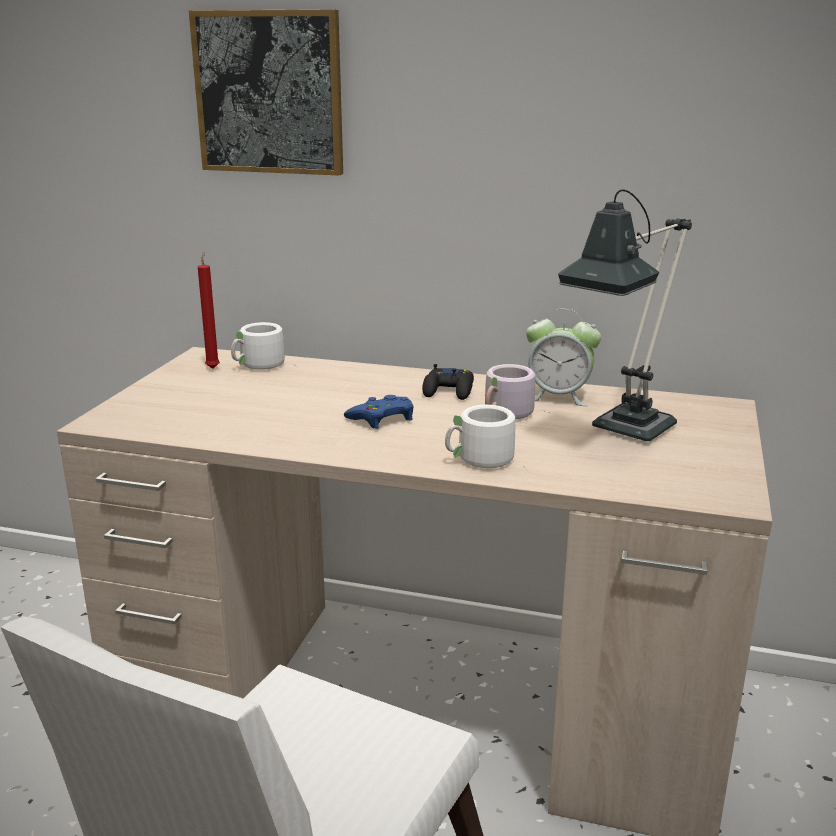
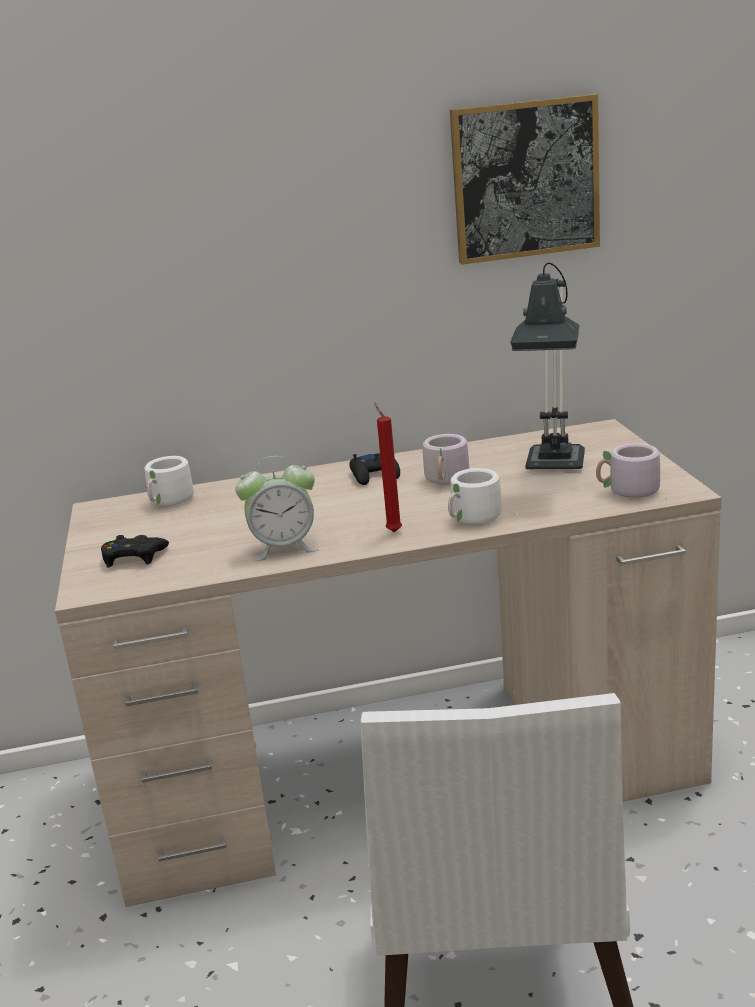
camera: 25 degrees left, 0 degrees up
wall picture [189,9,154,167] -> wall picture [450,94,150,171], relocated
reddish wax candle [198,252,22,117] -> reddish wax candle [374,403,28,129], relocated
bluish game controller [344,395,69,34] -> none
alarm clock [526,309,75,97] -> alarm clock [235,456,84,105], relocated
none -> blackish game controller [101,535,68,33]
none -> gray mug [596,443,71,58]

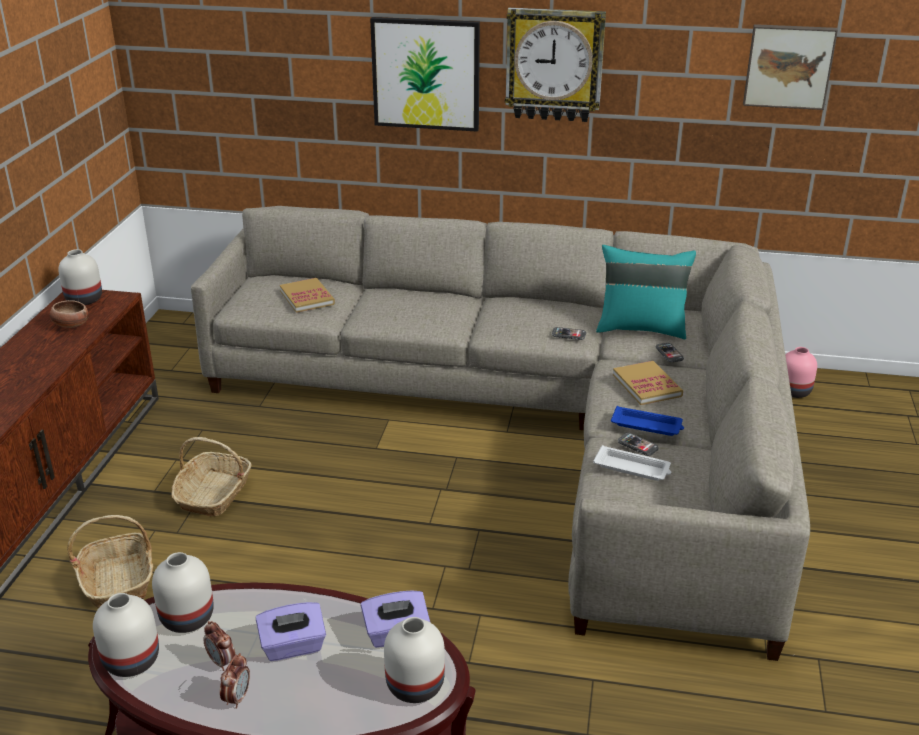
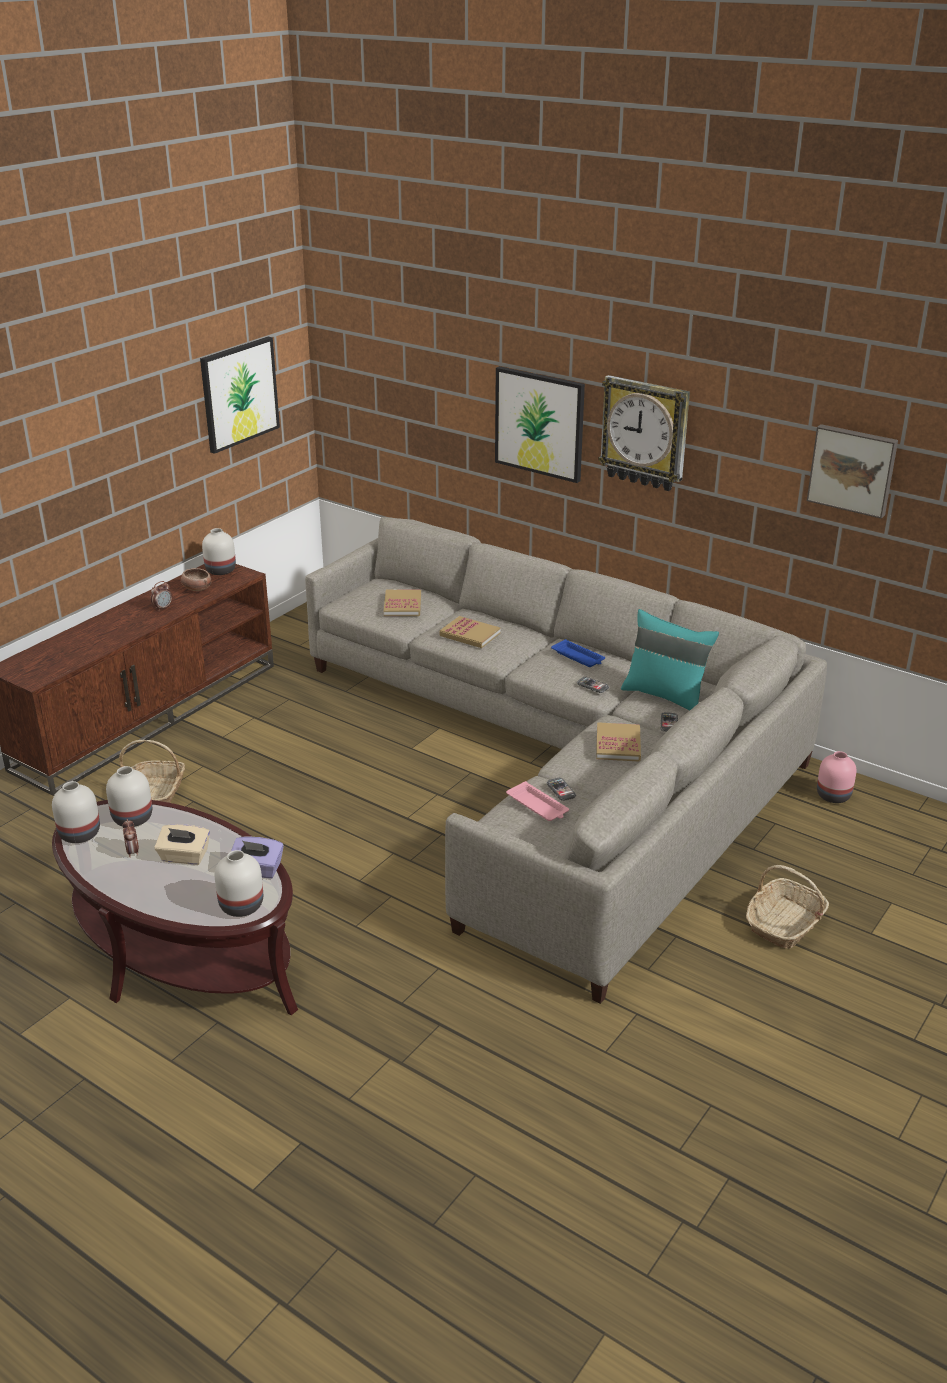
camera: 25 degrees right, 0 degrees up
household basket [171,437,81,79] -> household basket [746,865,83,84], relocated
alarm clock [220,653,30,56] -> alarm clock [150,581,22,29], relocated
purple-coloured box of tissues [256,602,70,59] -> beige-coloured box of tissues [154,824,56,41]
white serving tray [593,445,78,36] -> pink serving tray [506,781,63,40]
bluish serving tray [611,406,73,30] -> bluish serving tray [551,639,54,28], relocated
none -> wall picture [200,337,80,117]
none -> volume [439,616,62,32]

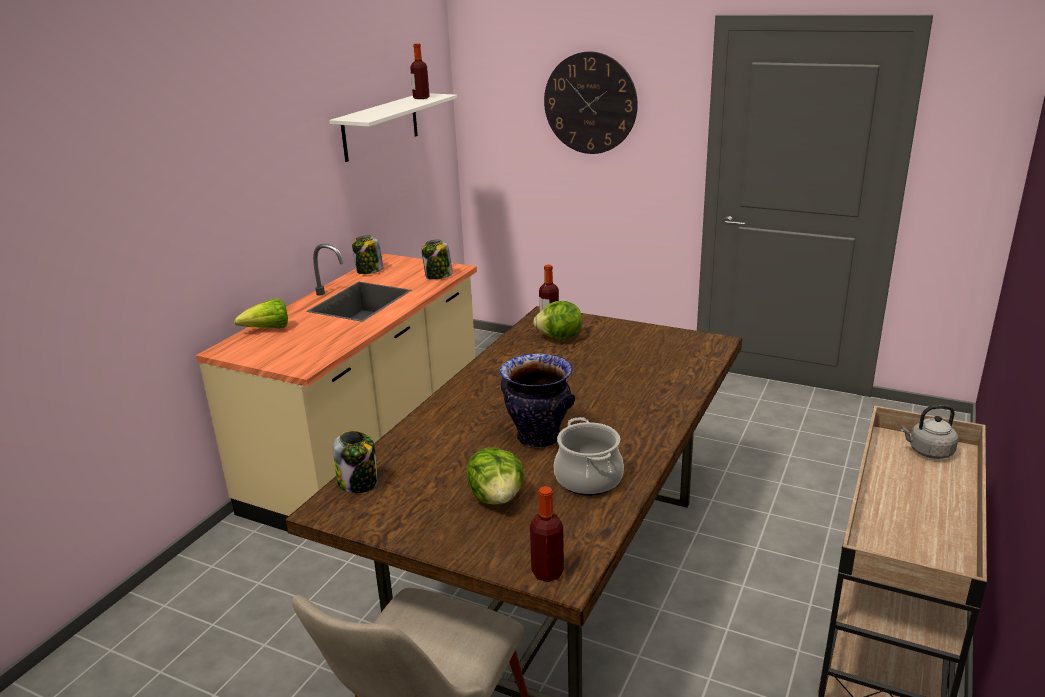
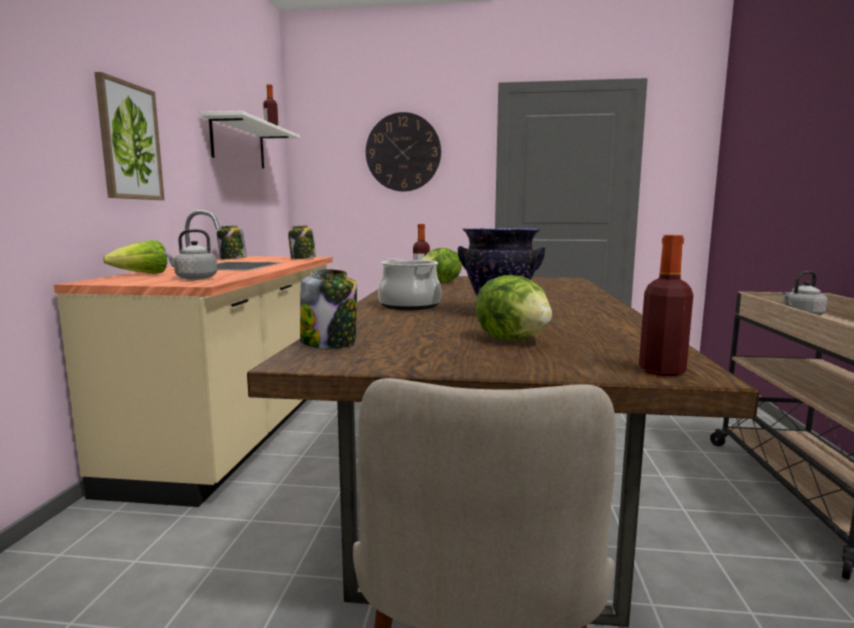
camera: 20 degrees left, 15 degrees down
stockpot [554,417,70,78] -> stockpot [378,258,64,52], relocated
none -> wall picture [94,72,71,128]
none -> gray water kettle [164,229,53,51]

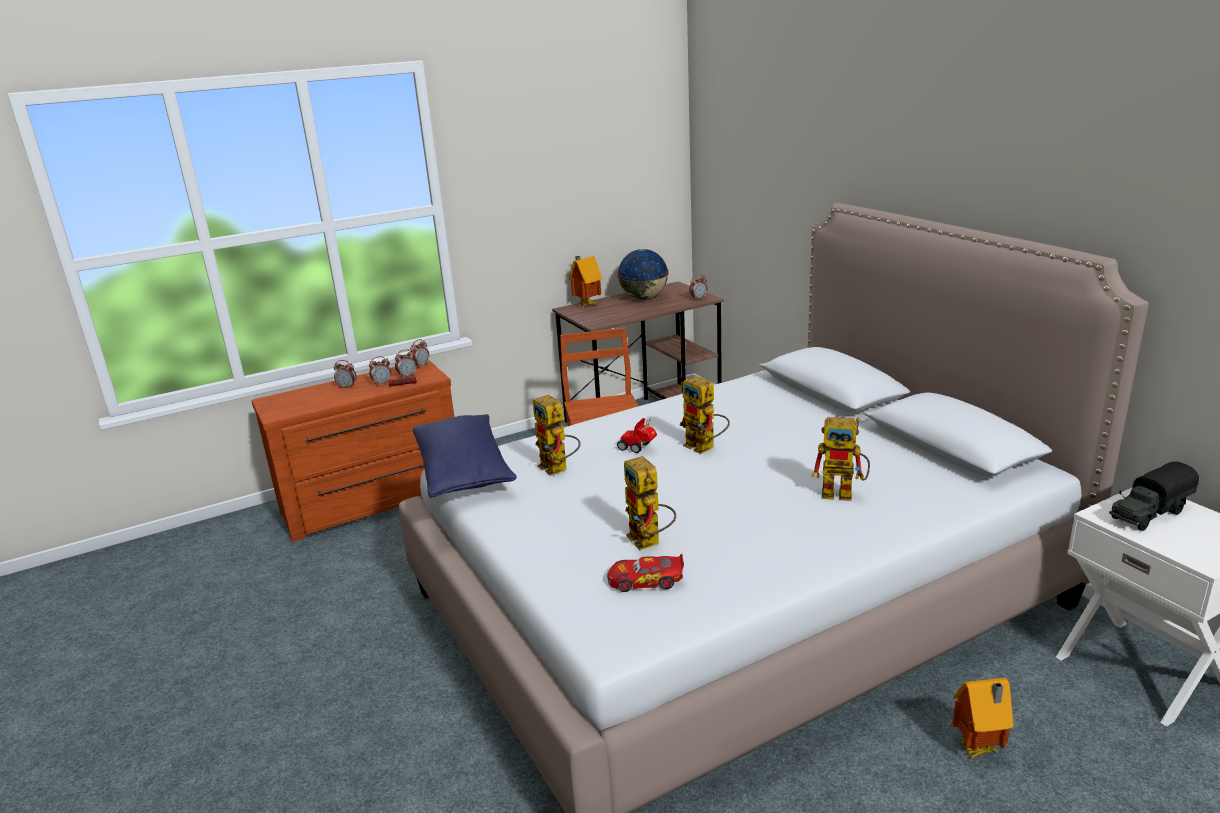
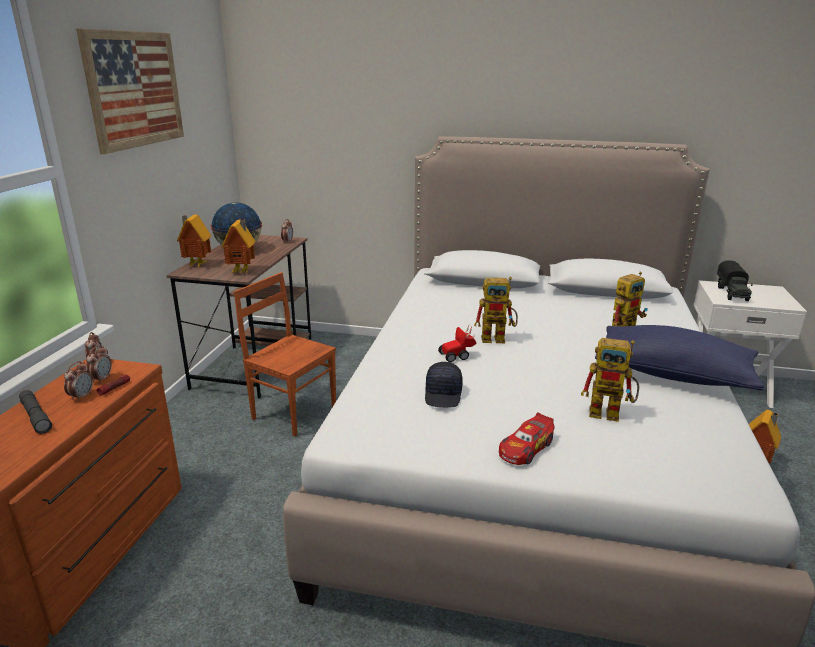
camera: 50 degrees left, 0 degrees up
alarm clock [334,360,23,28] -> gray flashlight [19,390,33,44]
bluish cushion [413,414,104,84] -> bluish cushion [595,325,169,66], relocated
model robot [533,395,47,81] -> blackish baseball cap [425,362,38,46]
model car [607,553,77,39] -> model car [499,412,56,53], relocated
none -> wall picture [76,29,108,125]
none -> model house [221,219,34,54]

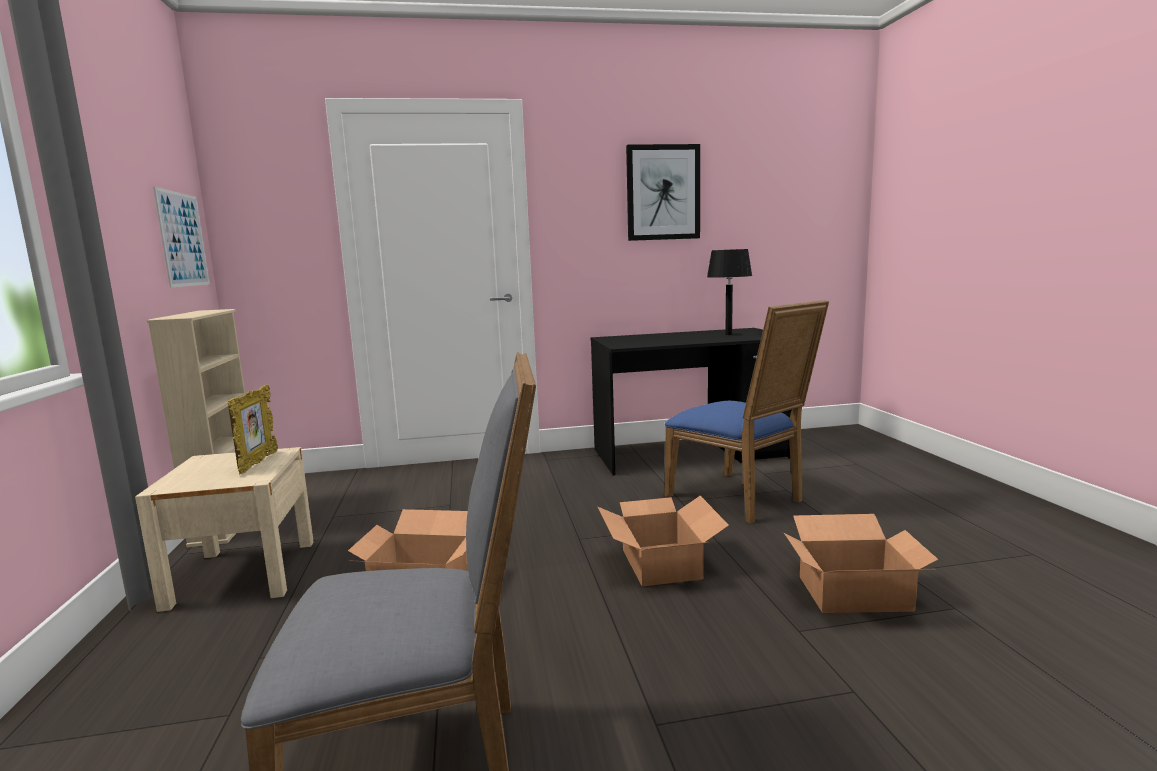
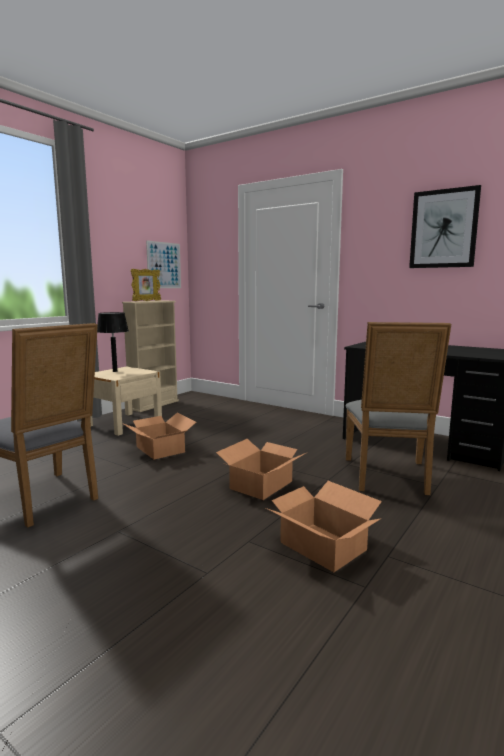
camera: 45 degrees right, 0 degrees up
standing frame [228,384,50,90] -> standing frame [131,269,30,32], relocated
bluish upright chair [664,300,165,224] -> gray upright chair [345,322,106,173]
blackish tabletop lamp [707,249,45,86] -> blackish tabletop lamp [97,312,32,60], relocated

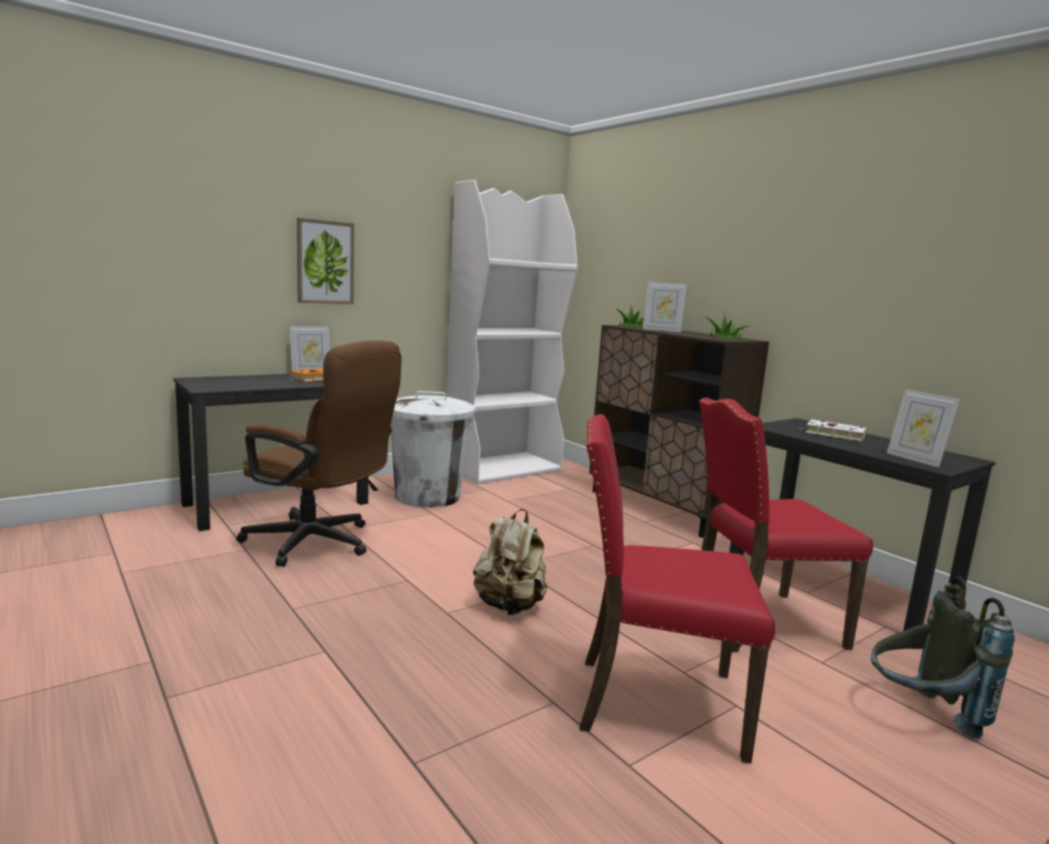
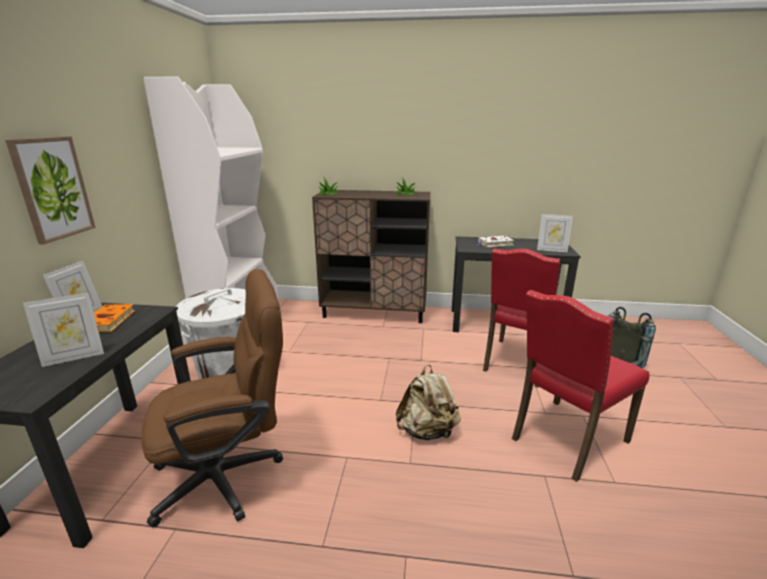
camera: 45 degrees left, 10 degrees up
standing frame [643,282,44,50] -> standing frame [23,293,81,74], relocated

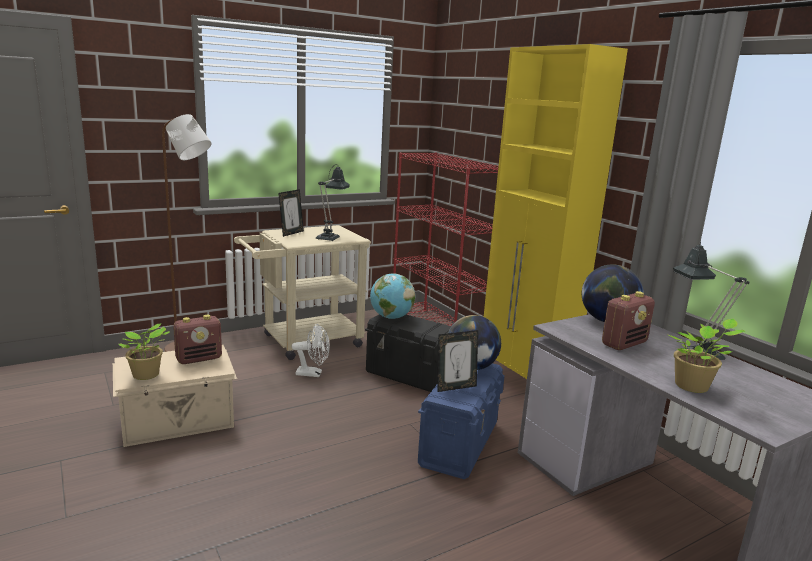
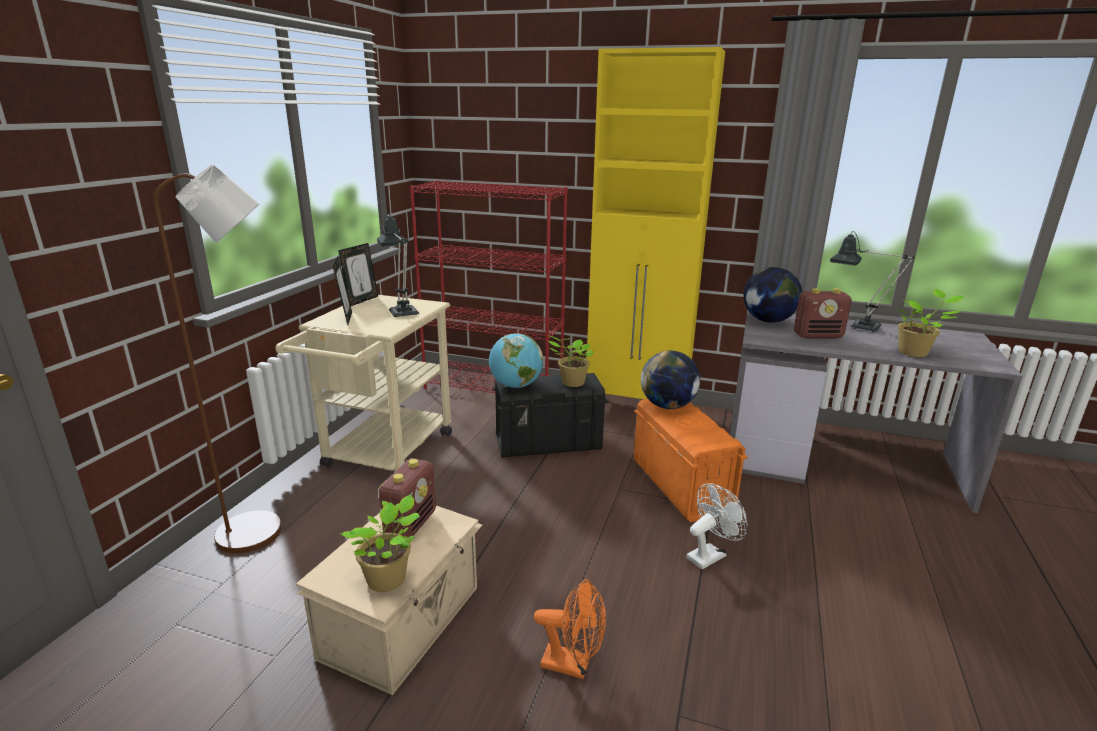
camera: 40 degrees left, 5 degrees up
white cooling fan [291,324,39,53] -> white cooling fan [686,483,62,86], relocated
bluish storage box [418,363,86,116] -> orange storage box [634,399,114,123]
standing frame [437,330,41,62] -> standing frame [338,243,40,63], relocated
radio receiver [602,291,53,59] -> radio receiver [794,288,58,51], 75 degrees clockwise
none -> orange cooling fan [534,579,72,100]
none -> houseplant [548,335,46,52]

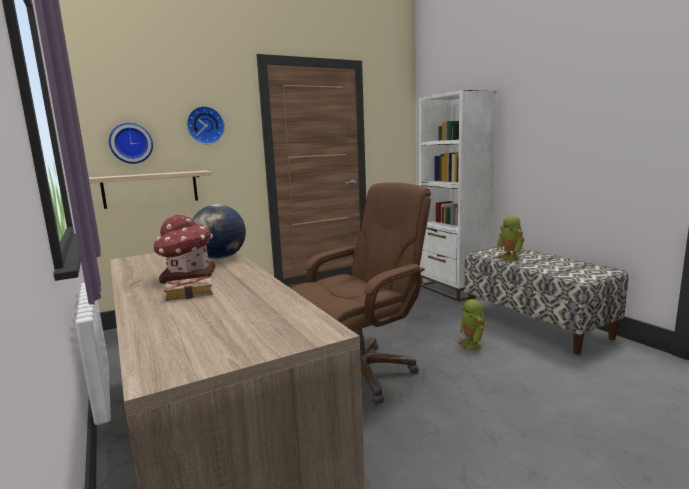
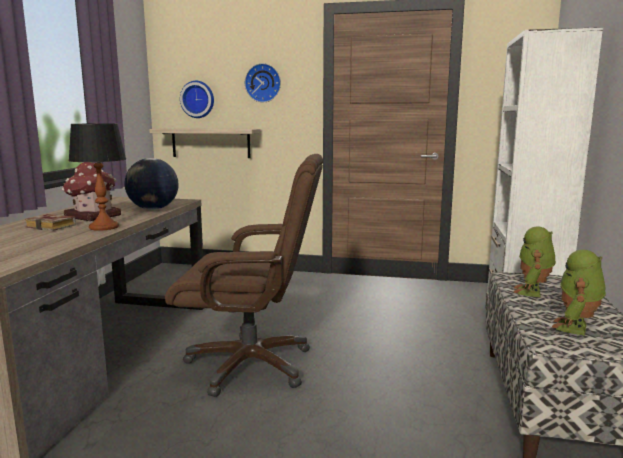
camera: 40 degrees right, 0 degrees up
model robot [458,299,28,50] -> model robot [552,249,54,87], relocated
none -> tabletop lamp [68,123,58,108]

